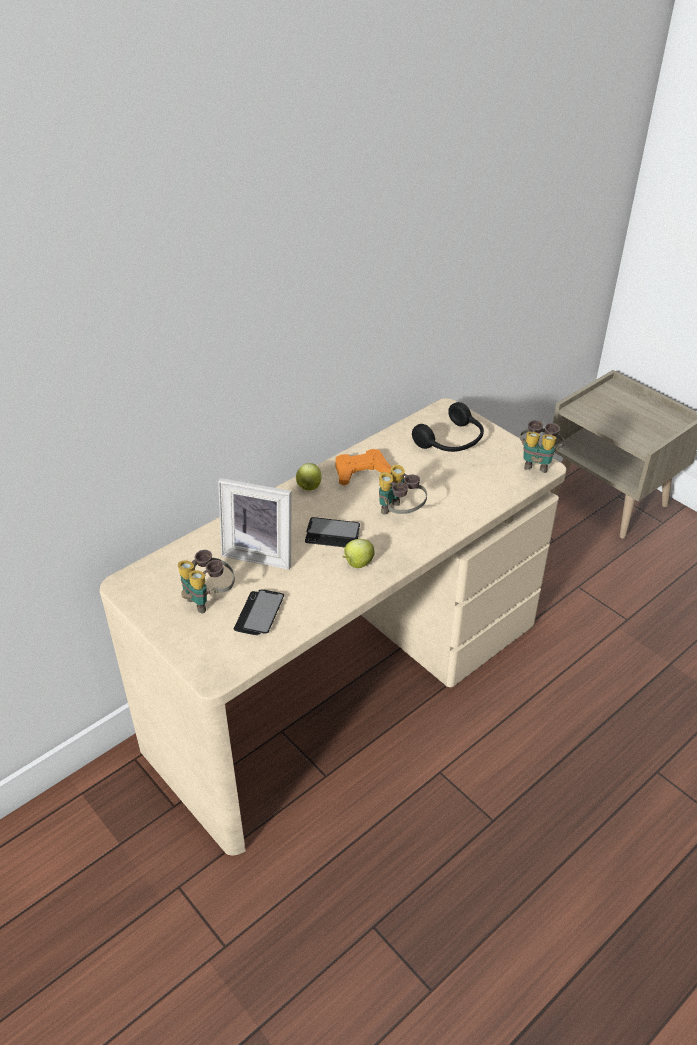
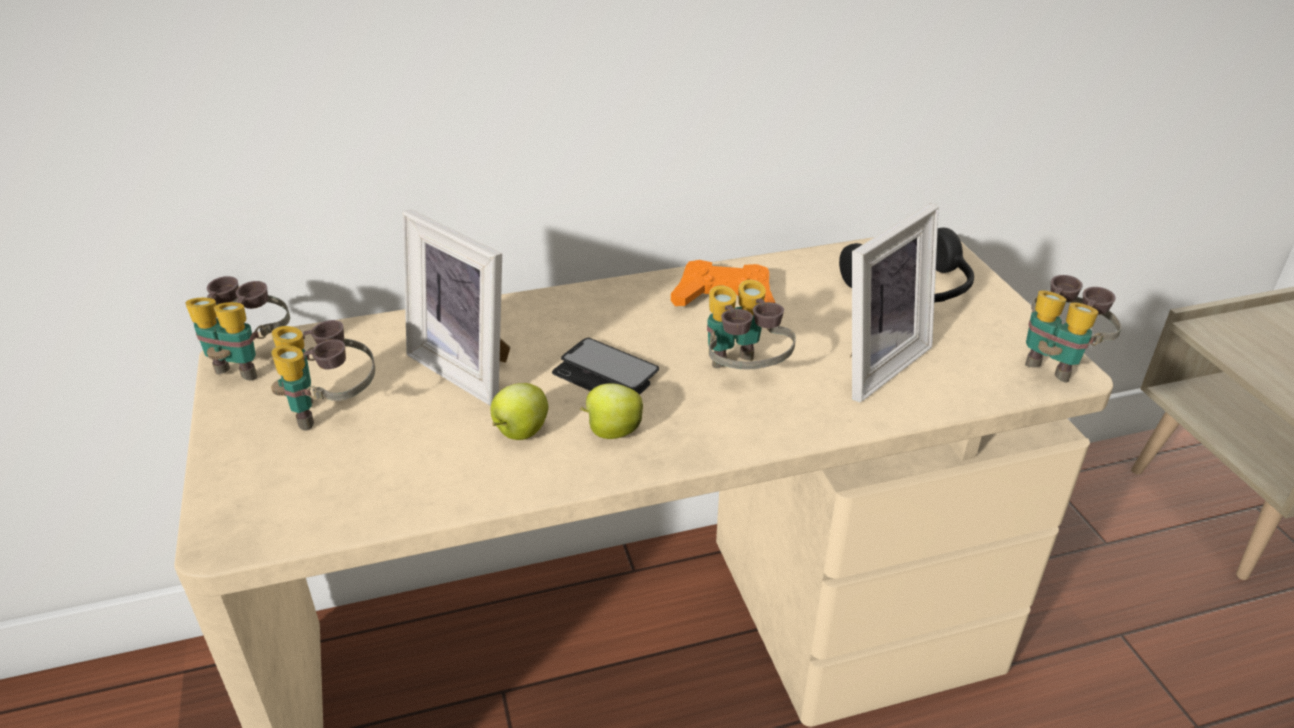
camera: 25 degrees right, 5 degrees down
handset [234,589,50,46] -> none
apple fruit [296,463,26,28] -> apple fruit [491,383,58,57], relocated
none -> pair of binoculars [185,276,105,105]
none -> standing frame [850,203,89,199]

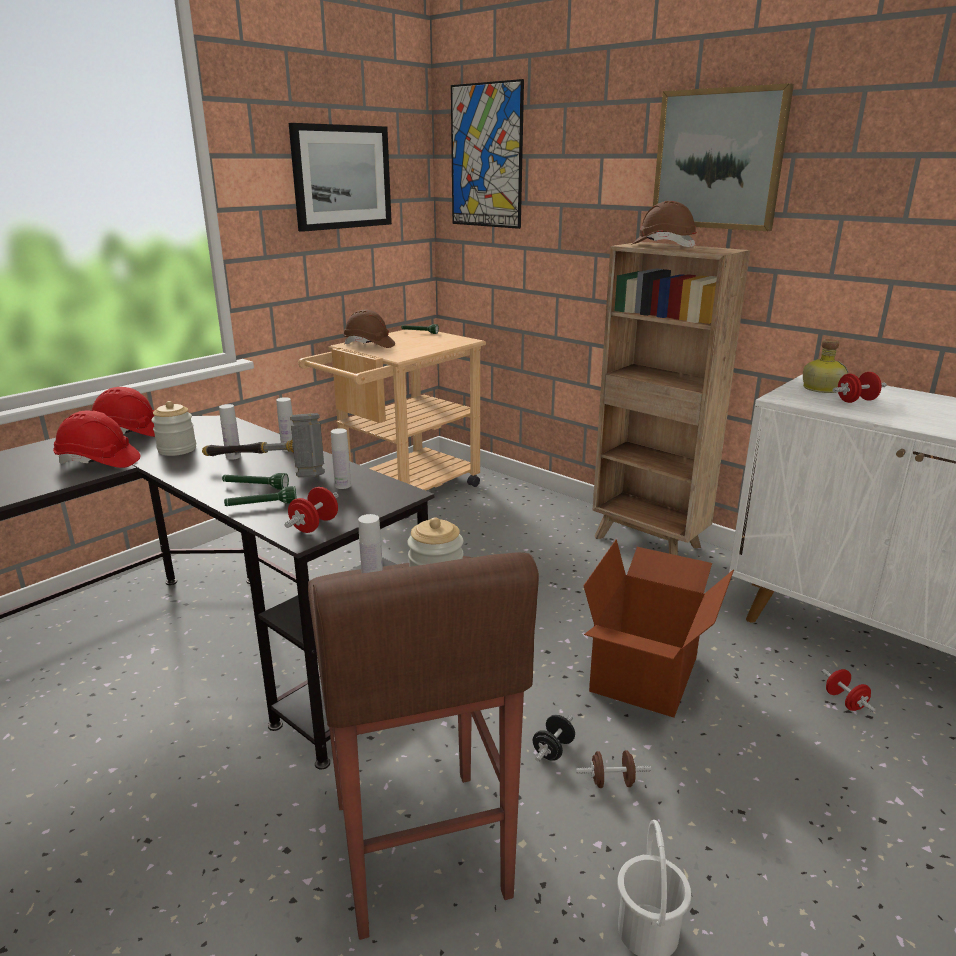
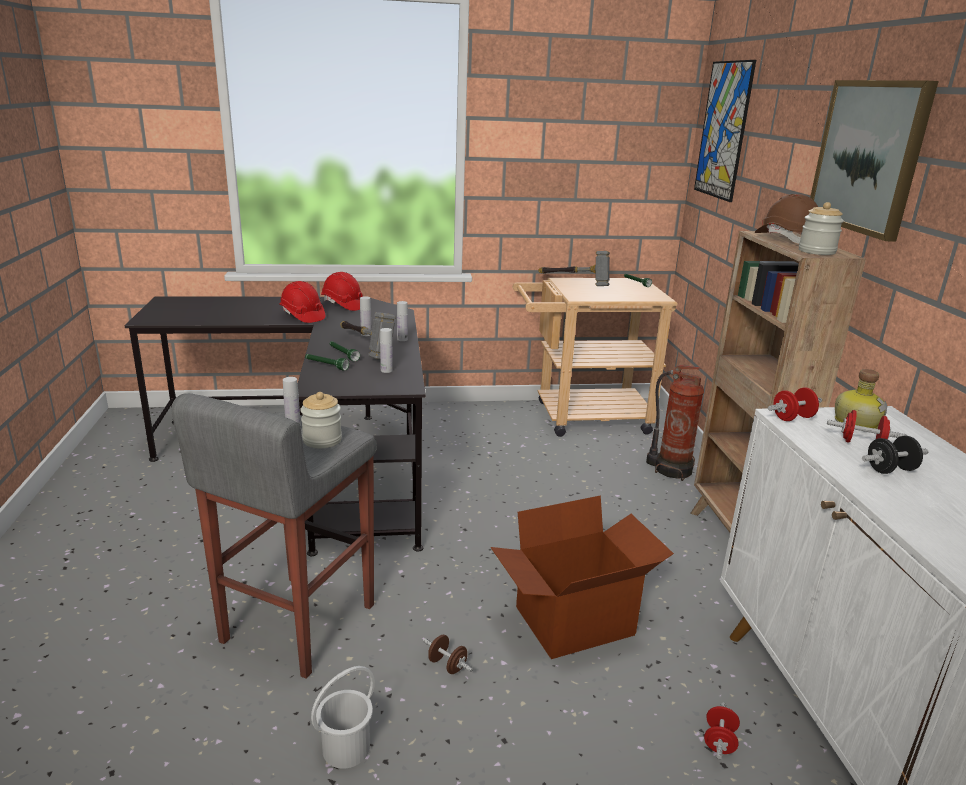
camera: 40 degrees right, 0 degrees up
jar [151,401,45,55] -> jar [799,202,45,53], relocated
reddish free weight [284,487,55,46] -> reddish free weight [768,387,54,34], relocated
wall picture [289,123,103,109] -> none
brownish stool [308,552,231,388] -> gray stool [171,393,206,285]
brownish hard hat [343,309,52,39] -> hand hammer [538,251,72,35]
blackish free weight [533,715,42,46] -> blackish free weight [862,436,67,38], relocated
none -> fire extinguisher [646,365,58,116]

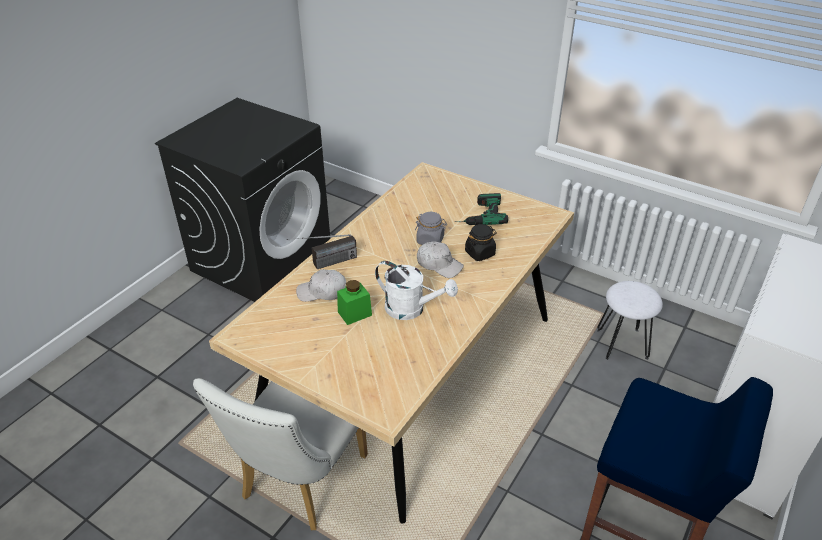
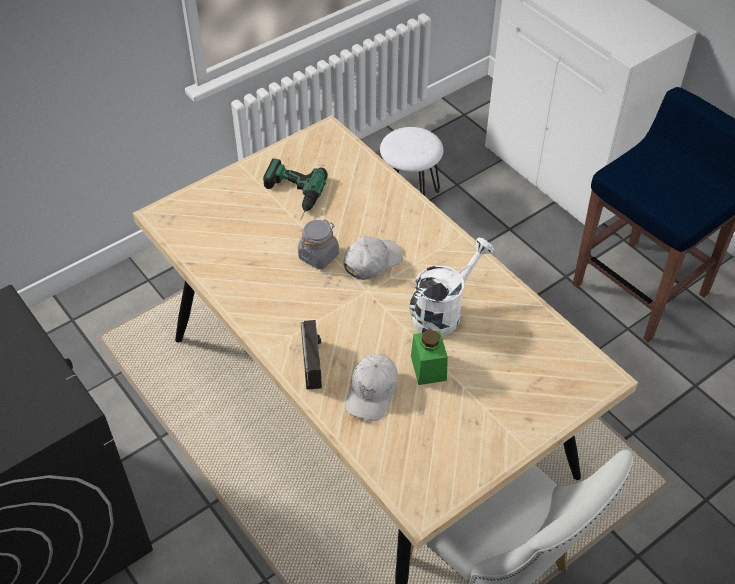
camera: 70 degrees left, 10 degrees up
blackish jar [465,224,32,37] -> none

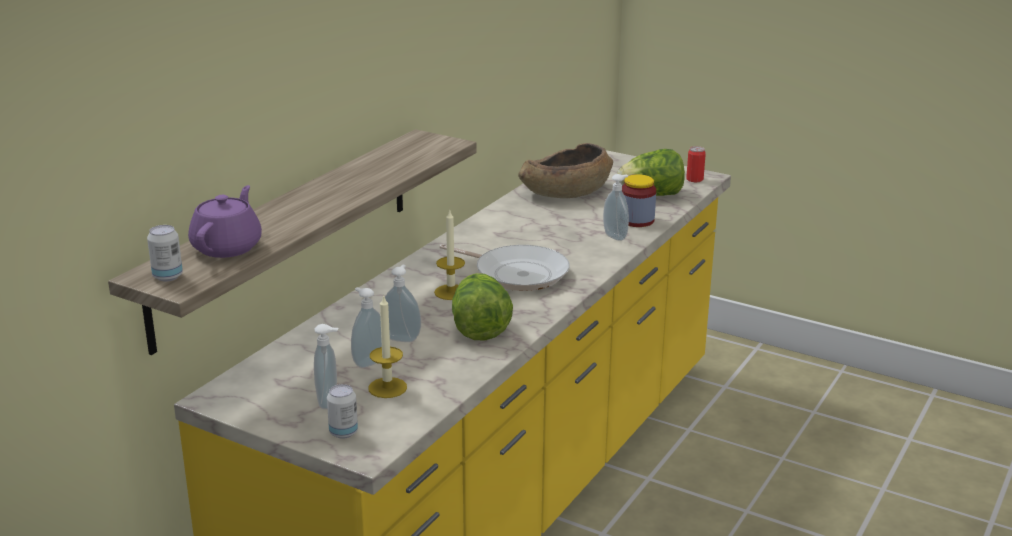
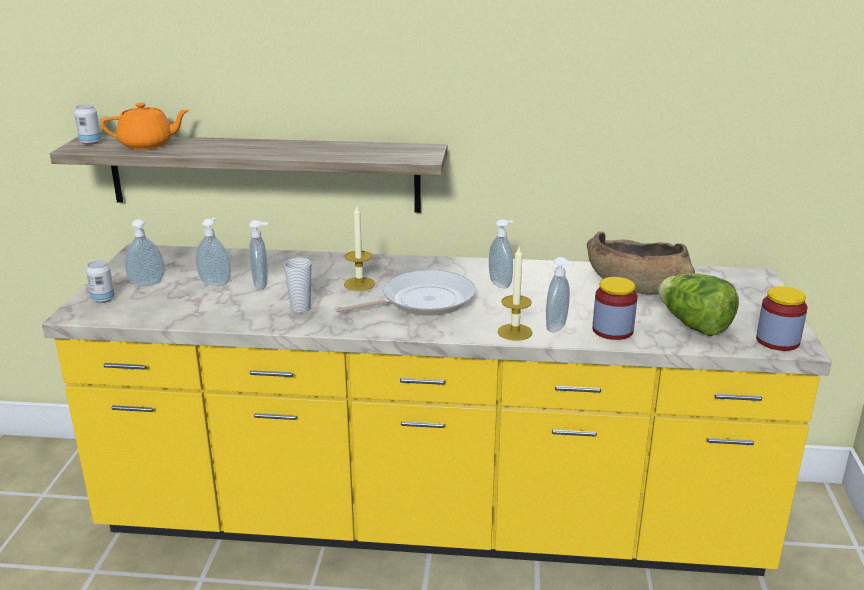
camera: 65 degrees right, 0 degrees up
purple-coloured pot for tea [188,185,74,73] -> orange pot for tea [101,103,88,46]
wax candle [368,294,39,104] -> wax candle [498,247,35,94], relocated
skillet [439,244,131,47] -> skillet [335,270,141,46], 120 degrees counterclockwise
lettuce head [452,273,61,68] -> cup [284,258,28,55]
can [686,146,20,36] -> jar [756,286,51,65]
none -> liquid soap bottle [489,219,24,69]

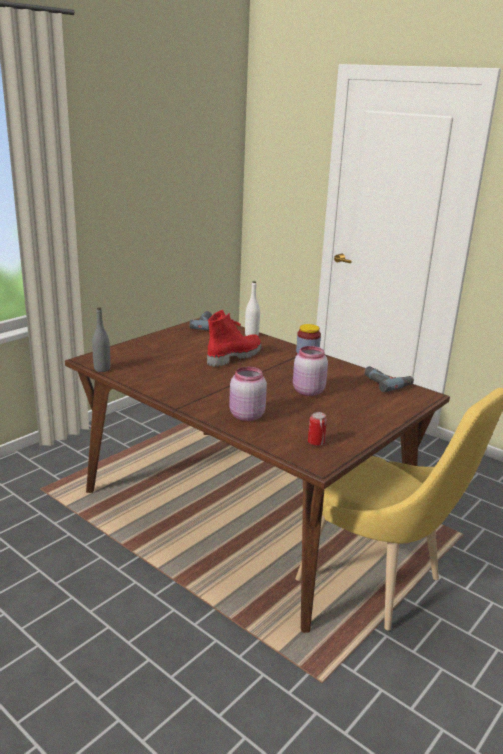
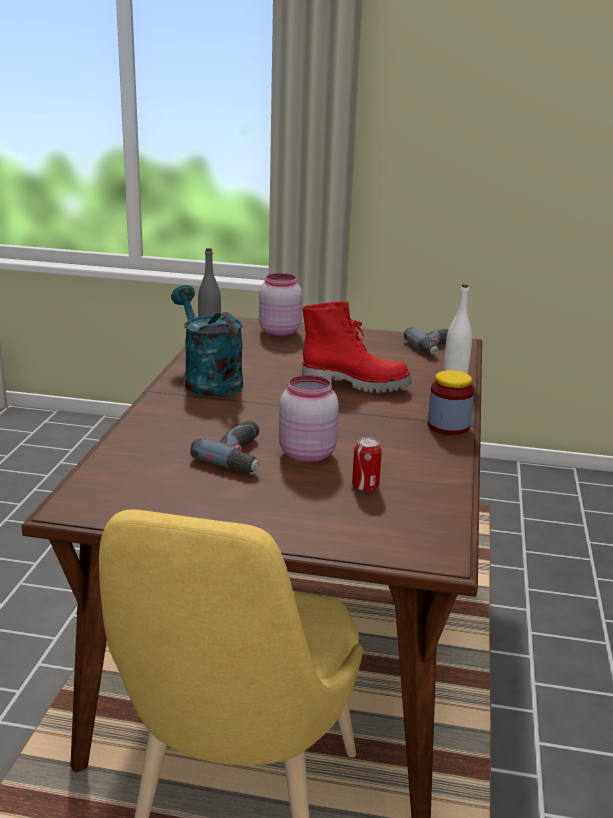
camera: 60 degrees right, 0 degrees up
pink jar [229,367,38,54] -> pink jar [259,273,43,64], relocated
can [308,412,19,34] -> can [352,437,30,54], relocated
power drill [364,366,50,26] -> power drill [190,420,70,53], relocated
none -> turquoise sprinkling can [171,285,72,111]

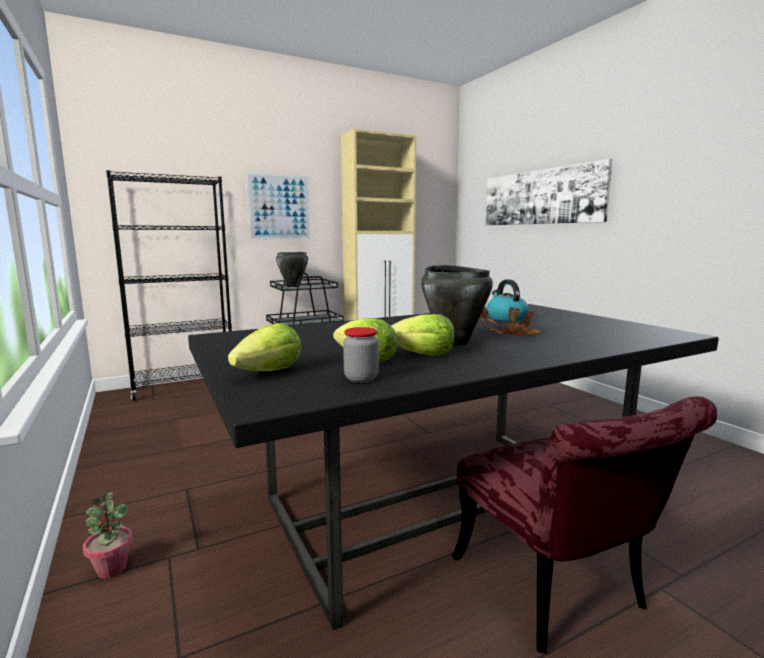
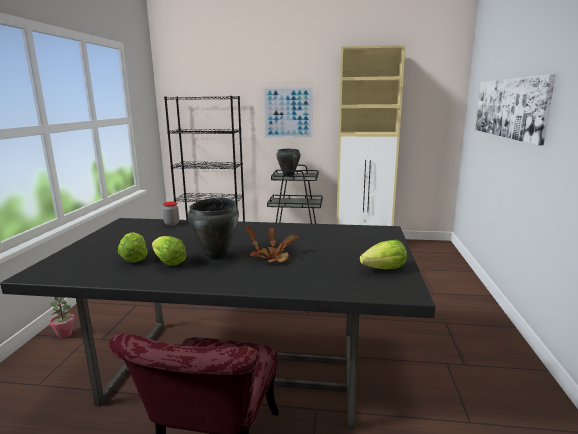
camera: 35 degrees right, 5 degrees up
lettuce head [228,323,74,48] -> lettuce head [360,240,47,29], relocated
jar [343,327,36,56] -> jar [163,202,16,24], relocated
water kettle [486,279,43,42] -> none

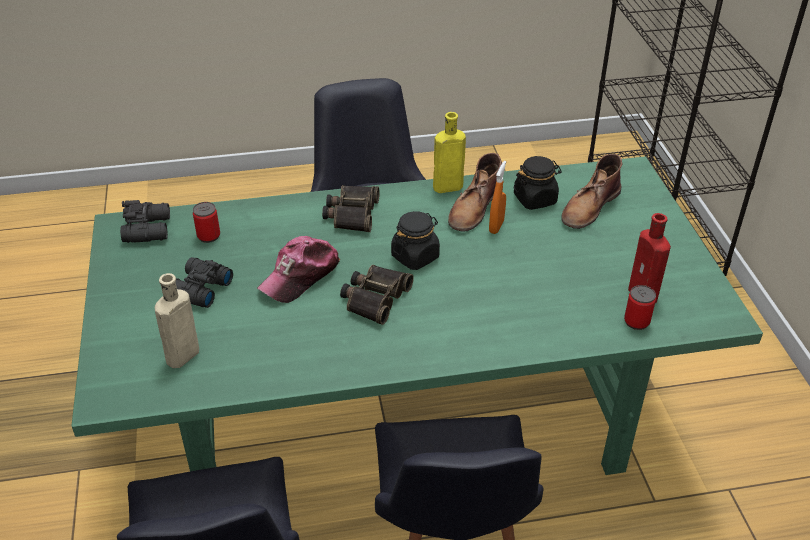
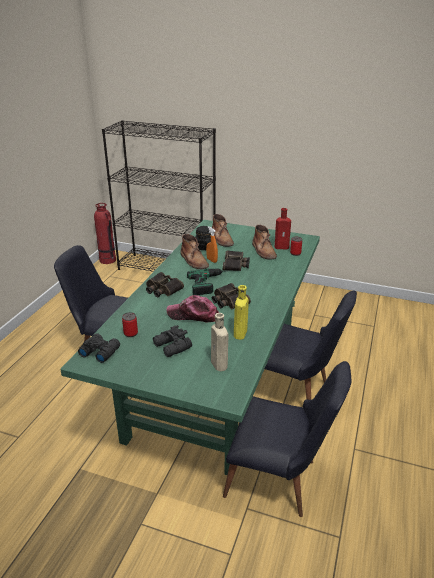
camera: 60 degrees left, 10 degrees down
baseball cap [257,236,83,67] -> baseball cap [166,295,53,28], 120 degrees clockwise
blackish jar [391,211,49,59] -> power drill [187,269,39,26]
yellow-coloured bottle [433,112,33,81] -> yellow-coloured bottle [234,285,15,55], relocated
none -> fire extinguisher [94,203,22,61]
none -> pair of binoculars [223,250,27,21]
none -> brownish boot [252,225,25,35]

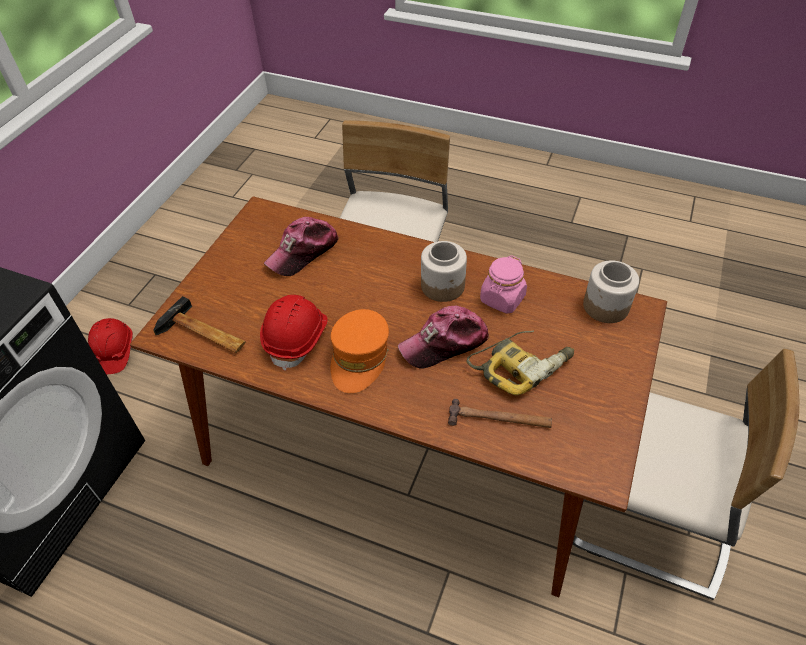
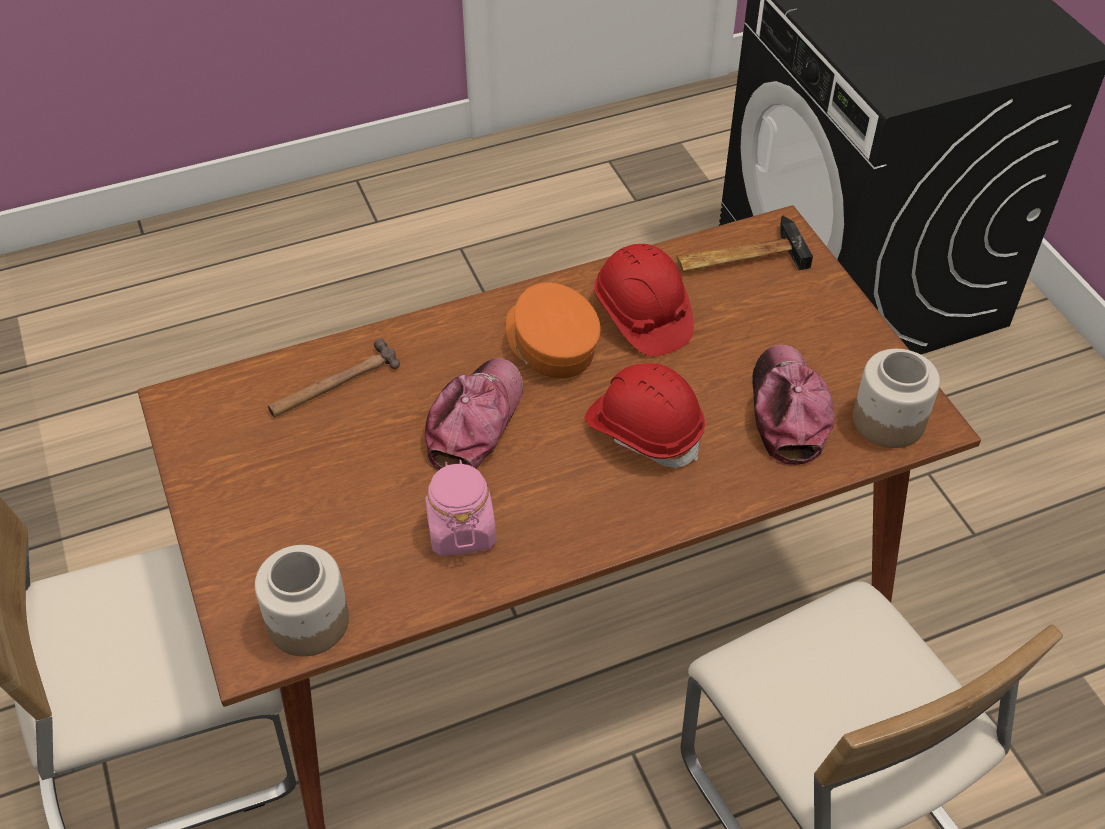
camera: 135 degrees right, 0 degrees up
reddish hard hat [88,318,45,56] -> reddish hard hat [584,363,121,105], relocated
jar [421,241,46,61] -> jar [853,349,87,99], relocated
power drill [467,331,107,64] -> none

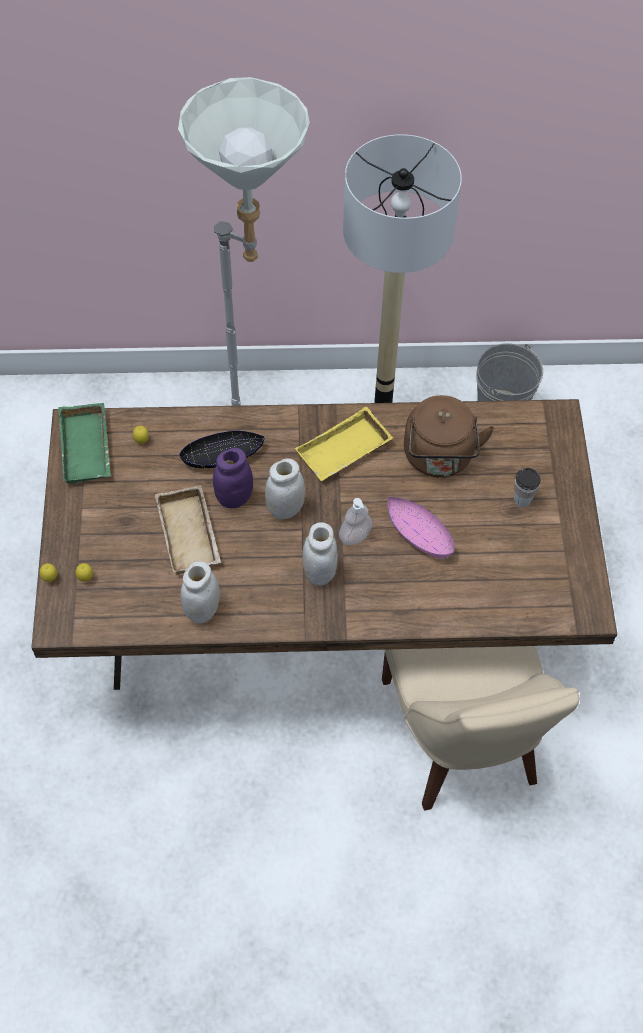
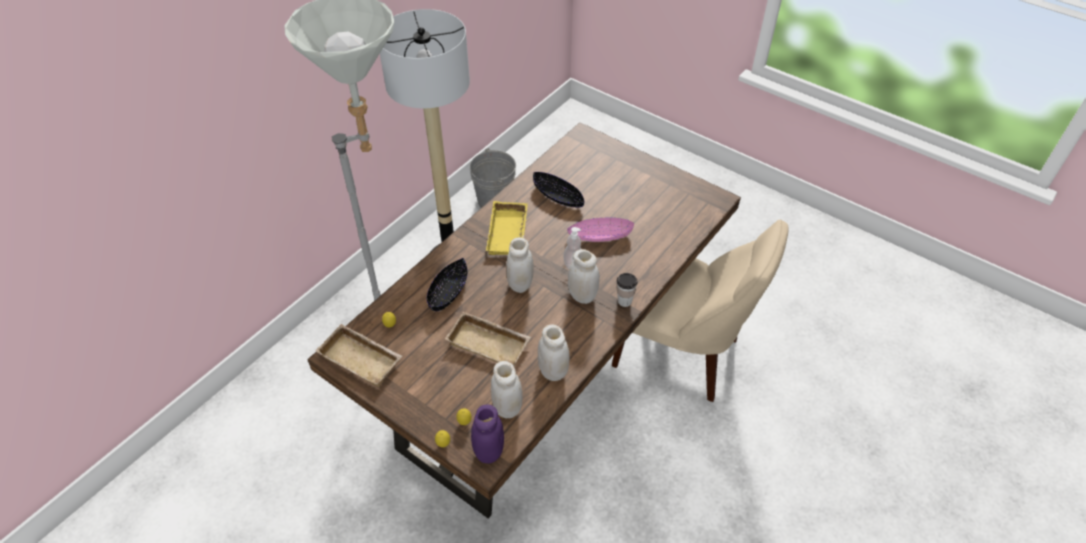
camera: 50 degrees left, 10 degrees down
green-coloured serving tray [58,403,53,81] -> beige-coloured serving tray [315,324,87,63]
purple-coloured jar [213,448,40,60] -> purple-coloured jar [471,404,33,59], relocated
brownish water kettle [404,395,91,83] -> blackish serving bowl [533,172,51,36]
cup [514,468,27,39] -> cup [617,273,21,34], relocated
none -> white jar [491,361,32,57]

